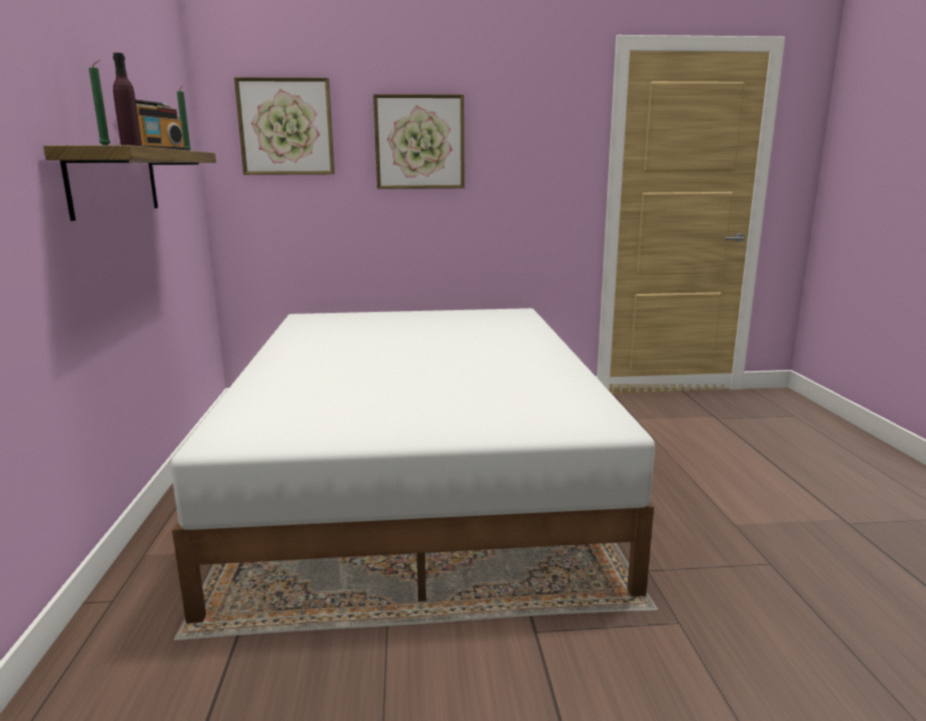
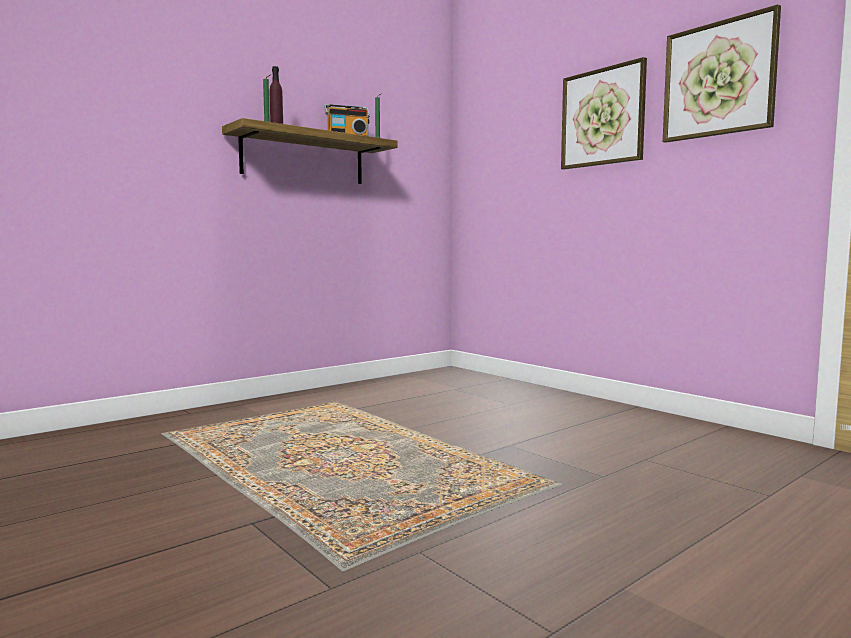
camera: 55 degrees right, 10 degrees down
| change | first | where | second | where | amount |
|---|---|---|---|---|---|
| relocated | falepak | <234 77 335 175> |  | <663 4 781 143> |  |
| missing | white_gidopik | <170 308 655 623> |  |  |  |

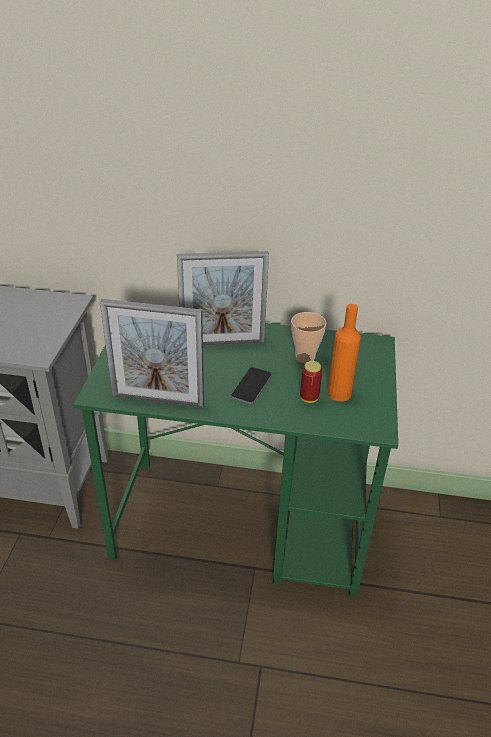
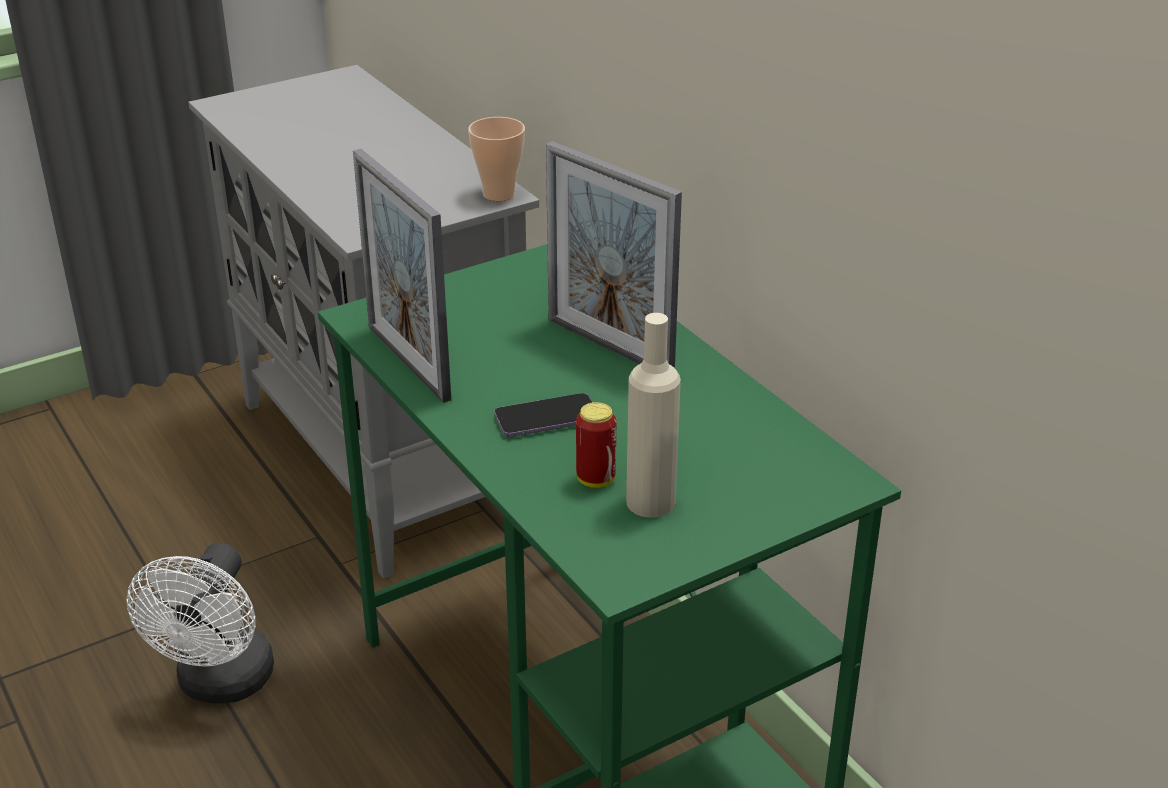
camera: 50 degrees right, 5 degrees down
| change | first | where | second | where | amount |
|---|---|---|---|---|---|
| colour | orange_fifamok | <328 304 361 402> | beige_fifamok | <626 313 681 518> |  |
| relocated | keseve | <291 312 326 363> |  | <468 117 525 201> |  |
| appeared |  |  | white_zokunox | <126 543 274 704> |  |

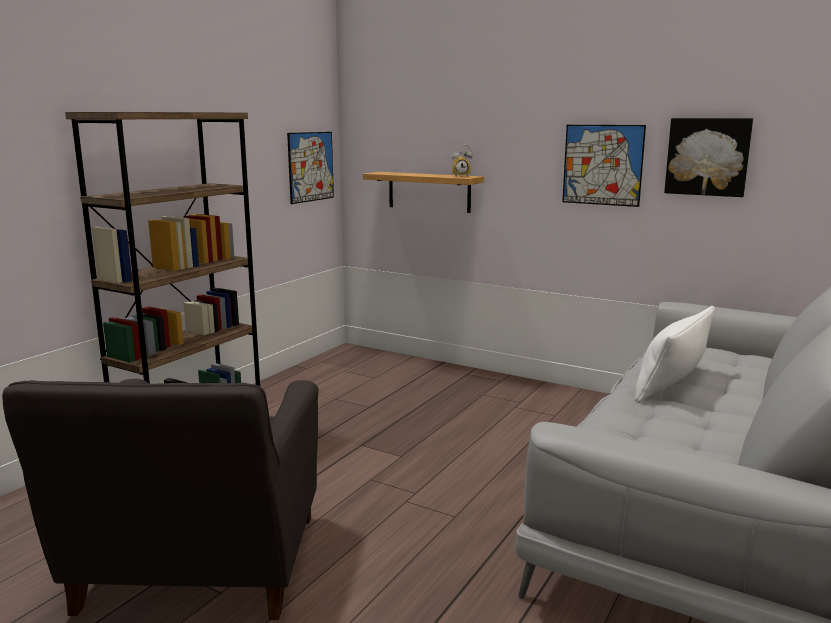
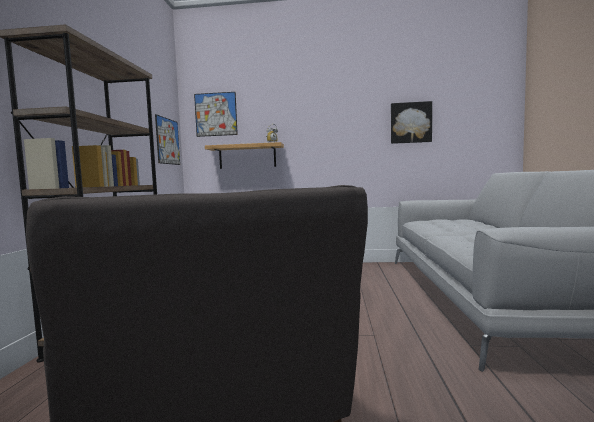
camera: 25 degrees left, 10 degrees down
| change | first | where | second | where | amount |
|---|---|---|---|---|---|
| relocated | falepak | <562 125 646 207> |  | <194 92 238 137> |  |
| missing | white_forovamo | <635 306 715 403> |  |  |  |

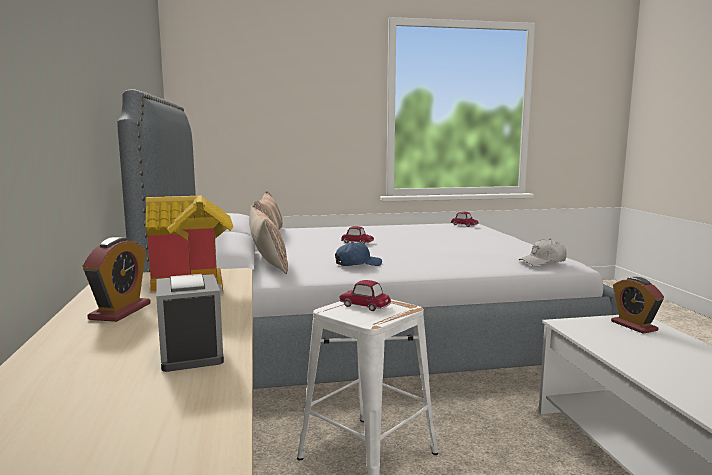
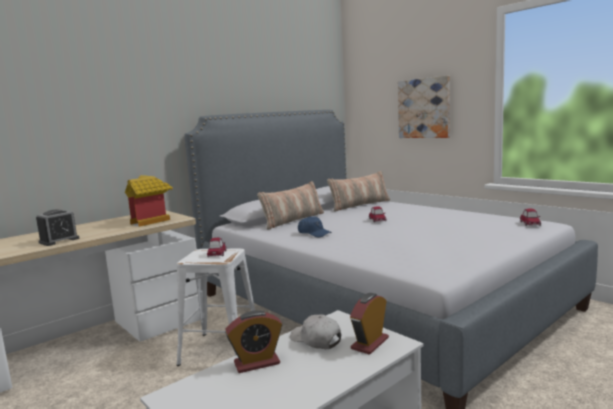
camera: 60 degrees right, 0 degrees up
| change | first | where | second | where | amount |
|---|---|---|---|---|---|
| relocated | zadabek | <83 237 151 322> |  | <225 311 282 373> |  |
| relocated | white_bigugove | <519 239 567 266> |  | <290 314 341 349> |  |
| appeared |  |  | falepak | <398 76 450 138> |  |

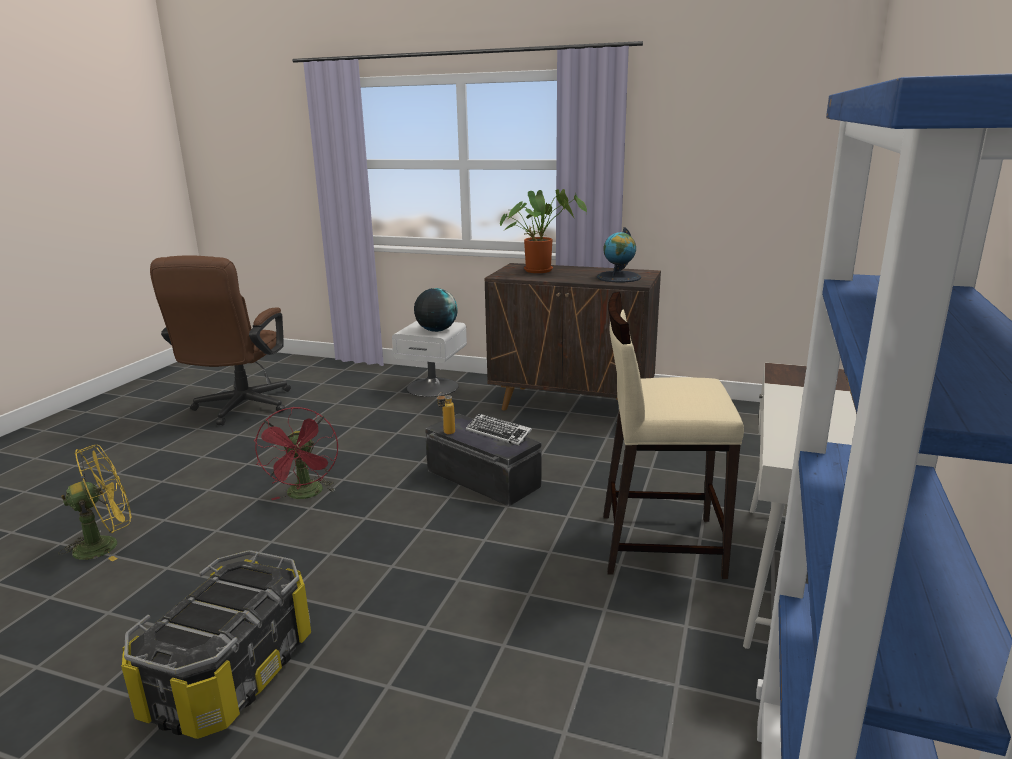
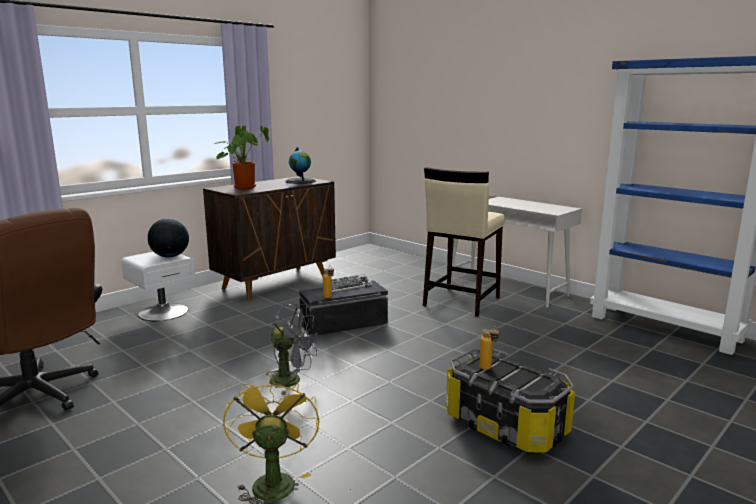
camera: 65 degrees left, 5 degrees down
| change | first | where | second | where | amount |
|---|---|---|---|---|---|
| colour | red_zokunox | <253 407 338 500> | grey_zokunox | <266 303 319 395> |  |
| appeared |  |  | fifamok | <479 326 500 370> |  |

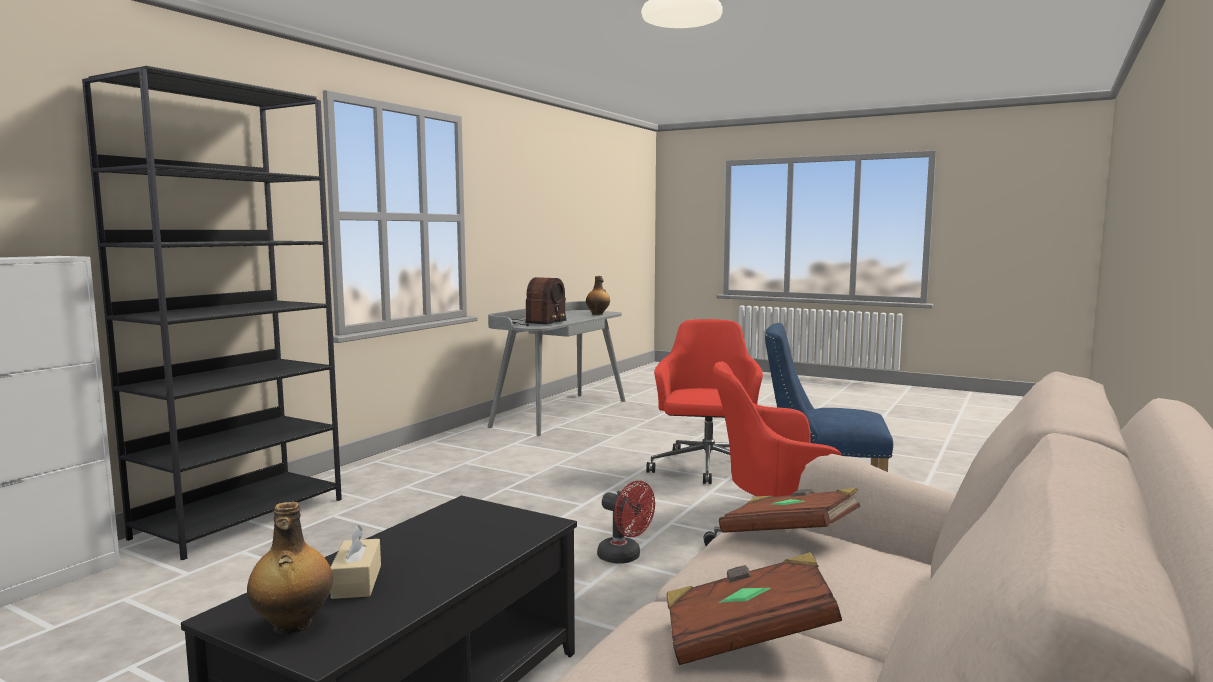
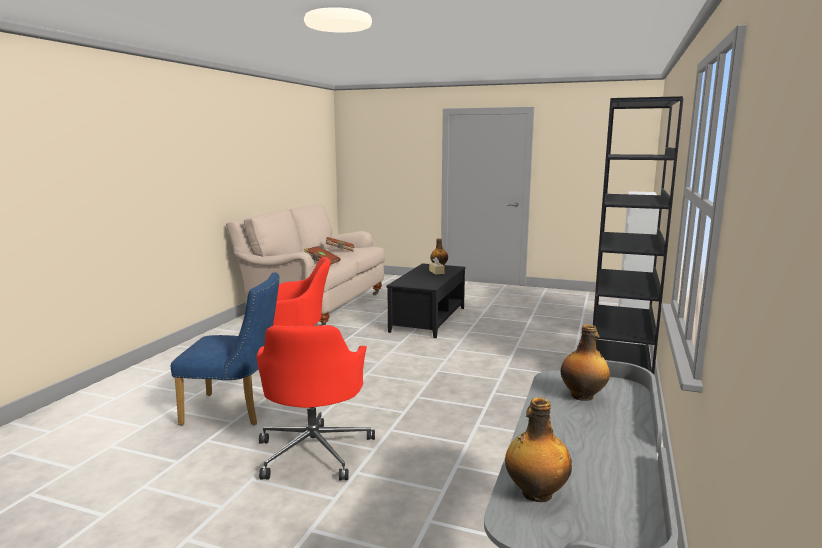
camera: 170 degrees right, 5 degrees up
| change | first | where | second | where | amount |
|---|---|---|---|---|---|
| exchanged | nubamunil | <512 277 567 326> | fifamok | <561 324 610 401> |  |
| missing | red_zokunox | <597 481 655 564> |  |  |  |

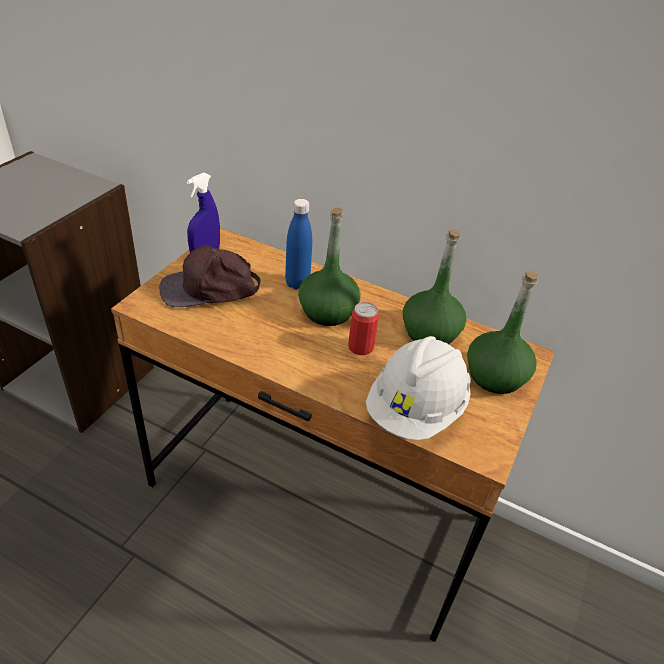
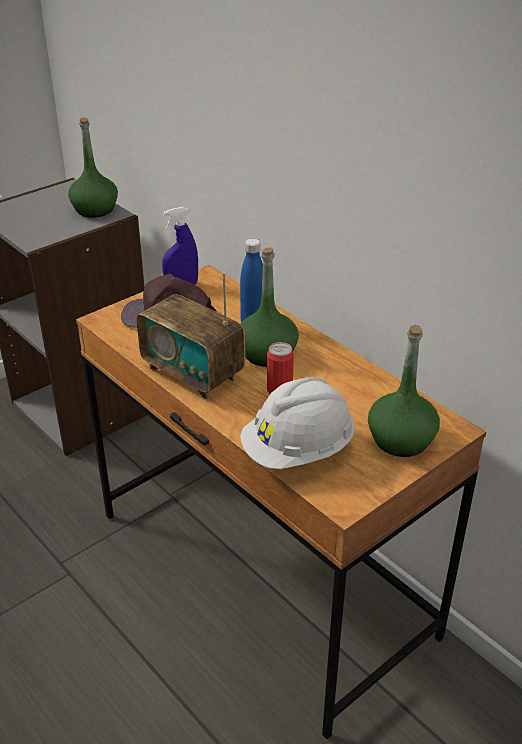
camera: 25 degrees right, 5 degrees down
| change | first | where | second | where | amount |
|---|---|---|---|---|---|
| relocated | green_fifamok | <403 229 466 344> |  | <68 117 118 218> |  |
| appeared |  |  | nubamunil | <137 272 246 400> |  |

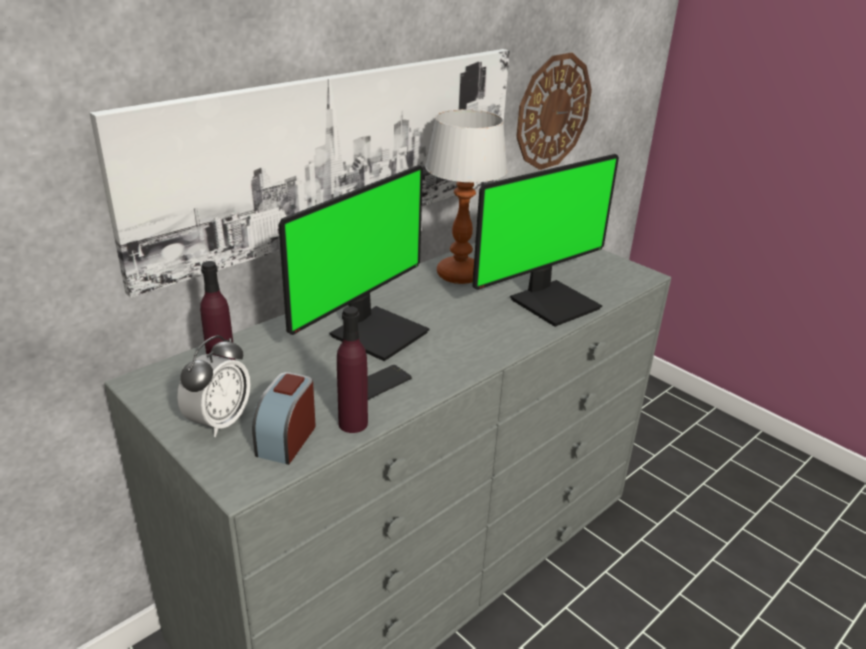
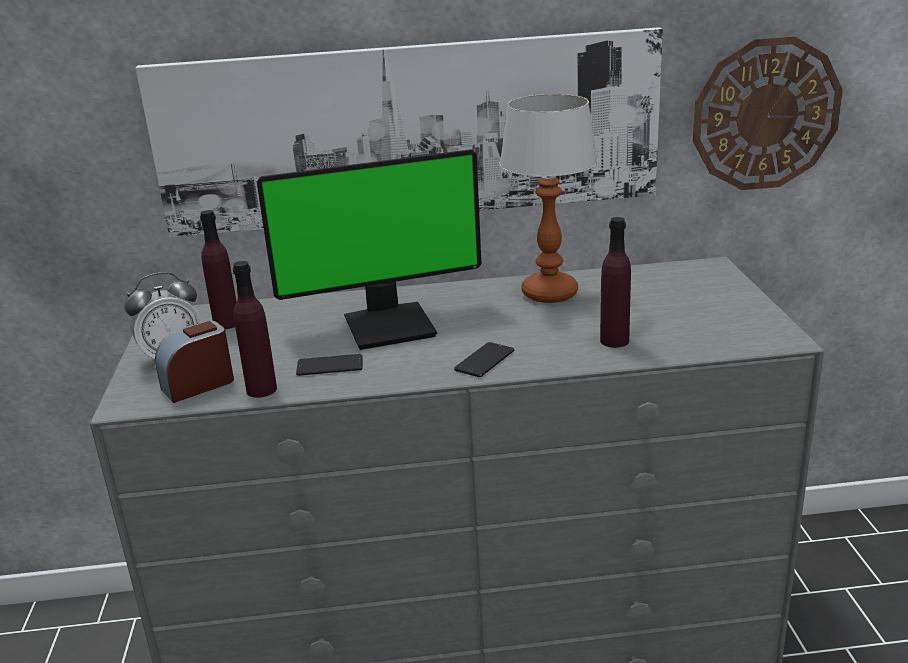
camera: 40 degrees right, 5 degrees down
| change | first | where | second | where | amount |
|---|---|---|---|---|---|
| exchanged | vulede | <472 154 619 327> | purple_fifamok | <600 217 631 348> |  |
| appeared |  |  | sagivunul | <454 342 514 377> |  |

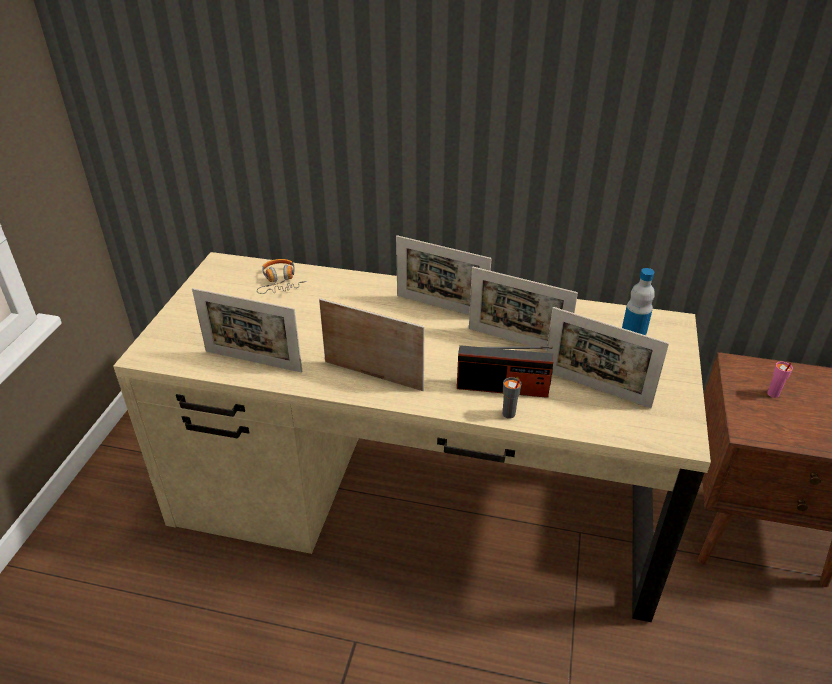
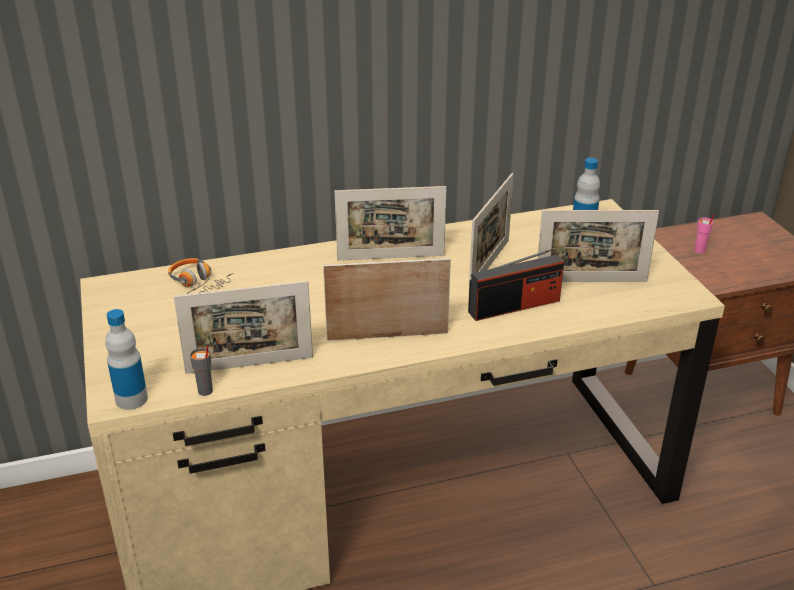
camera: 30 degrees left, 5 degrees down
| change | first | where | second | where | amount |
|---|---|---|---|---|---|
| spun | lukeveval | <469 267 578 350> |  | <469 173 514 285> | 60 degrees counterclockwise |
| relocated | grey_keseve | <503 377 521 419> |  | <190 345 213 396> |  |
| appeared |  |  | fifamok | <105 309 148 410> |  |

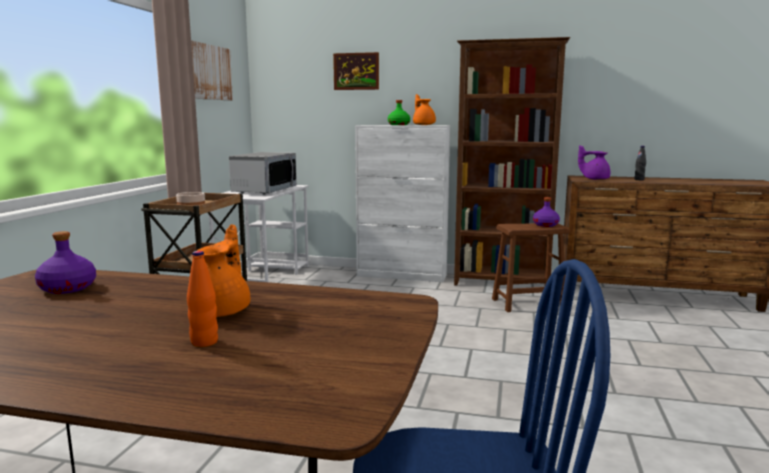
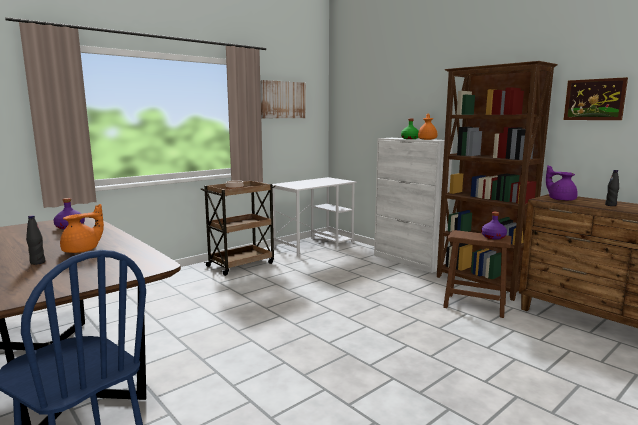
camera: 35 degrees right, 0 degrees up
| change | first | where | second | where | amount |
|---|---|---|---|---|---|
| relocated | falepak | <333 52 379 90> |  | <564 77 628 120> |  |
| missing | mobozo | <229 152 297 194> |  |  |  |
| colour | orange_fifamok | <187 251 218 347> | black_fifamok | <26 215 45 265> |  |

